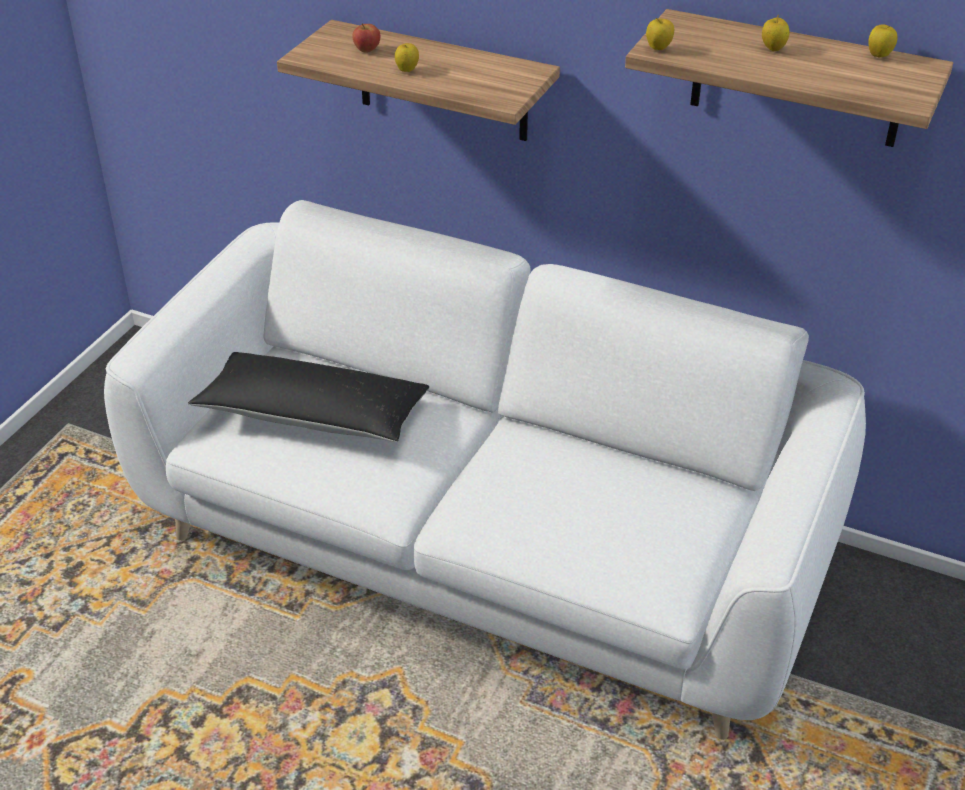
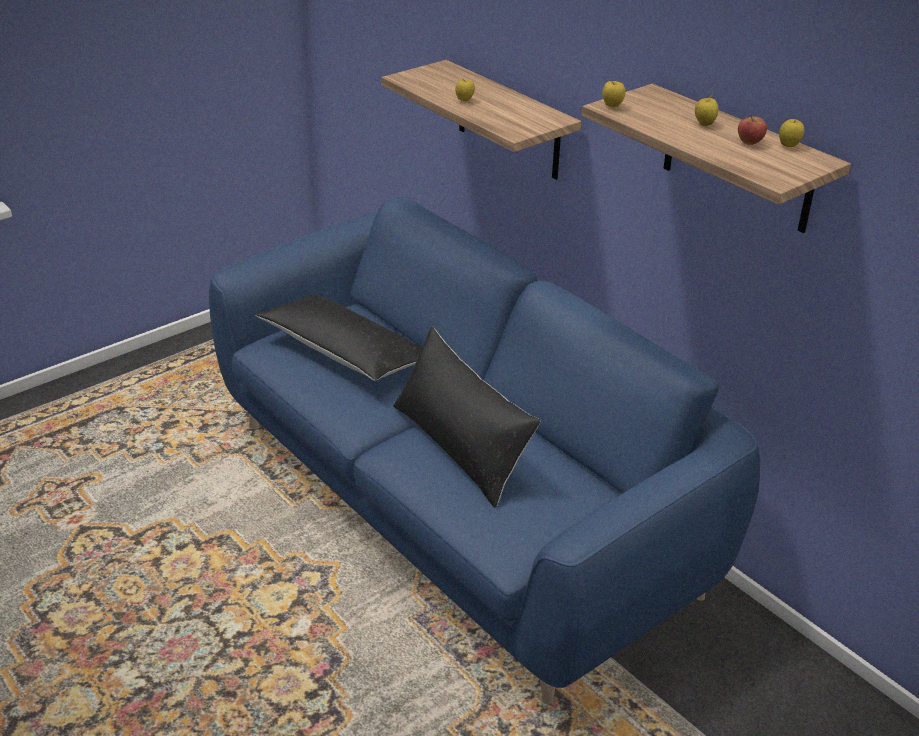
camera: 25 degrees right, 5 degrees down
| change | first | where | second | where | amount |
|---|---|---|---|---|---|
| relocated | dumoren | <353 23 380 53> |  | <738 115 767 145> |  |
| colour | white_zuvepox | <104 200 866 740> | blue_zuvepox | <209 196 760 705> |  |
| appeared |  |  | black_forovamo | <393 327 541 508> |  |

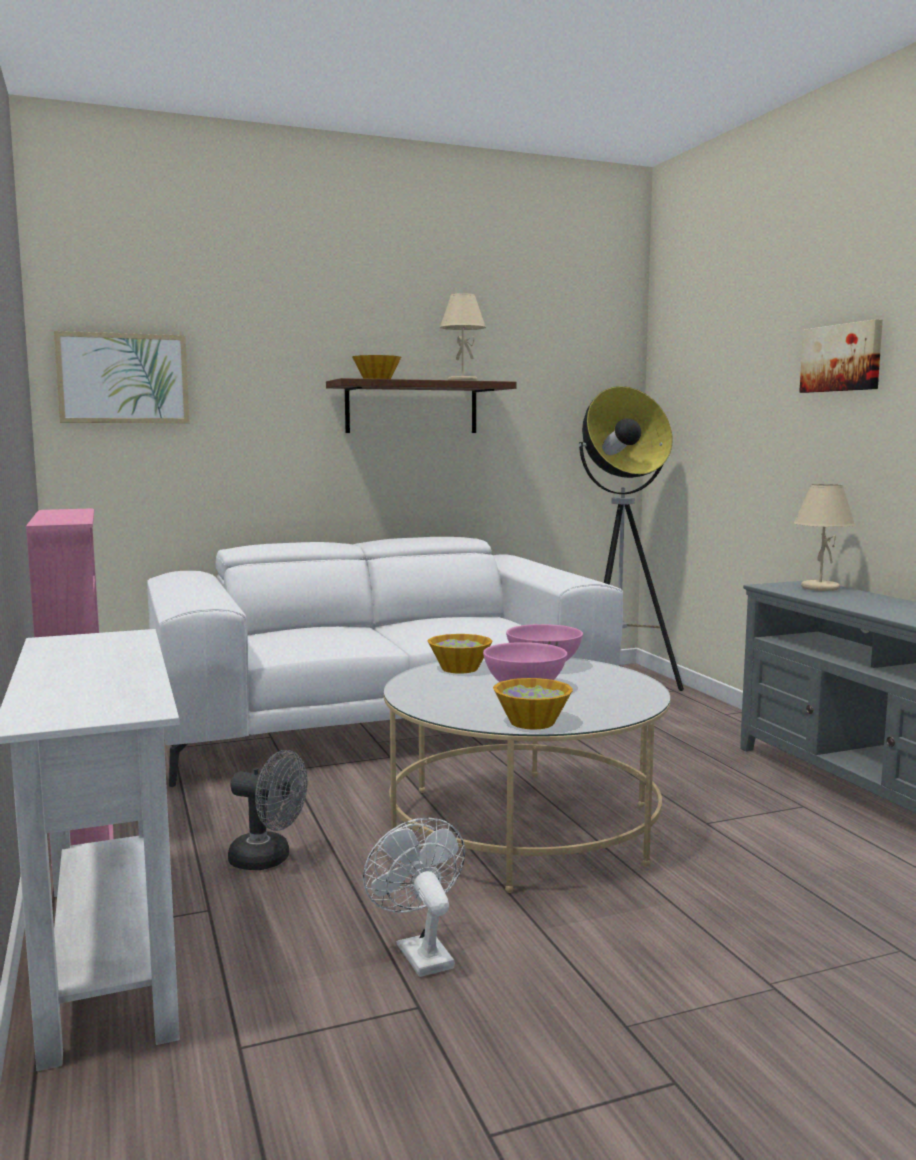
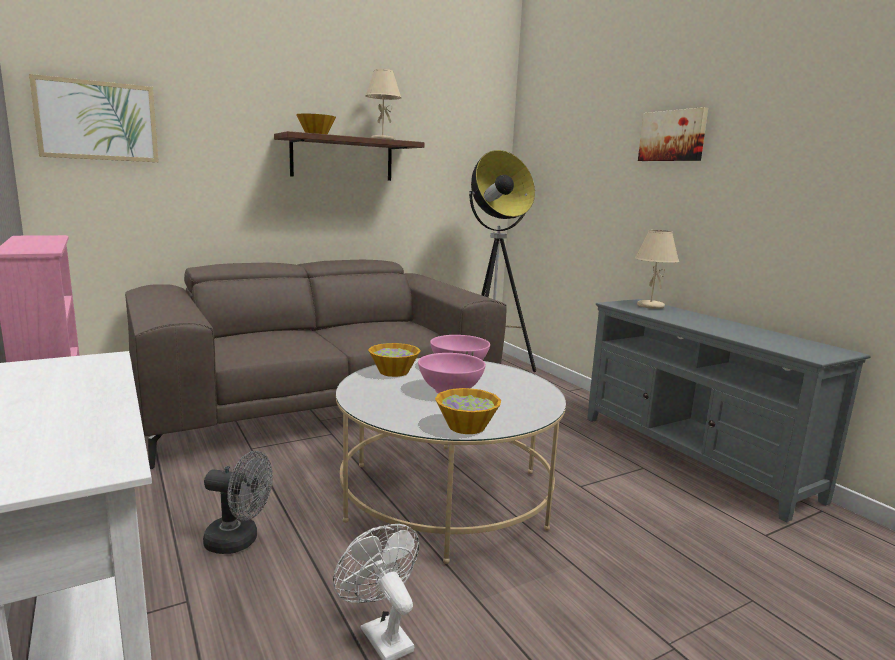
camera: 10 degrees left, 5 degrees up
| change | first | where | second | where | amount |
|---|---|---|---|---|---|
| colour | white_zuvepox | <147 537 623 787> | brown_zuvepox | <125 260 507 469> |  |

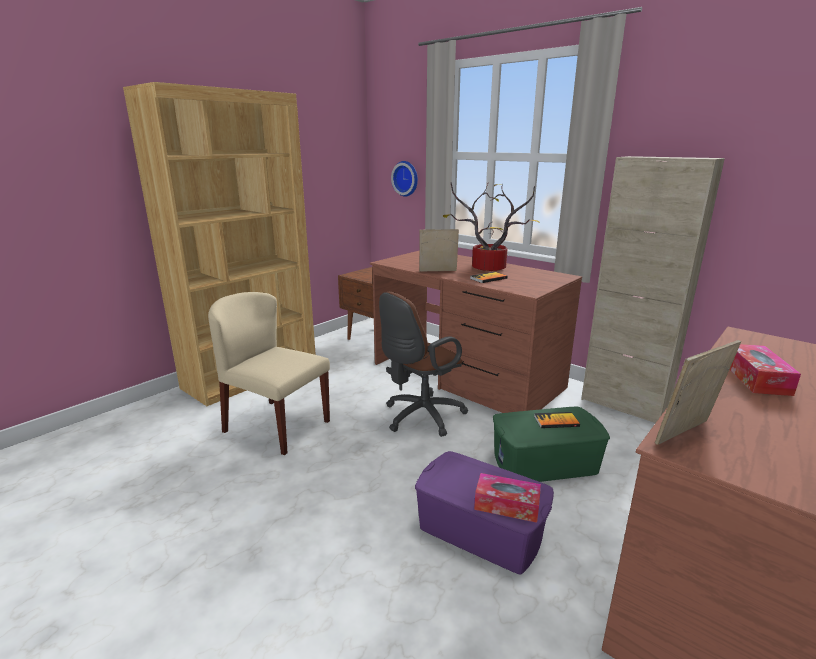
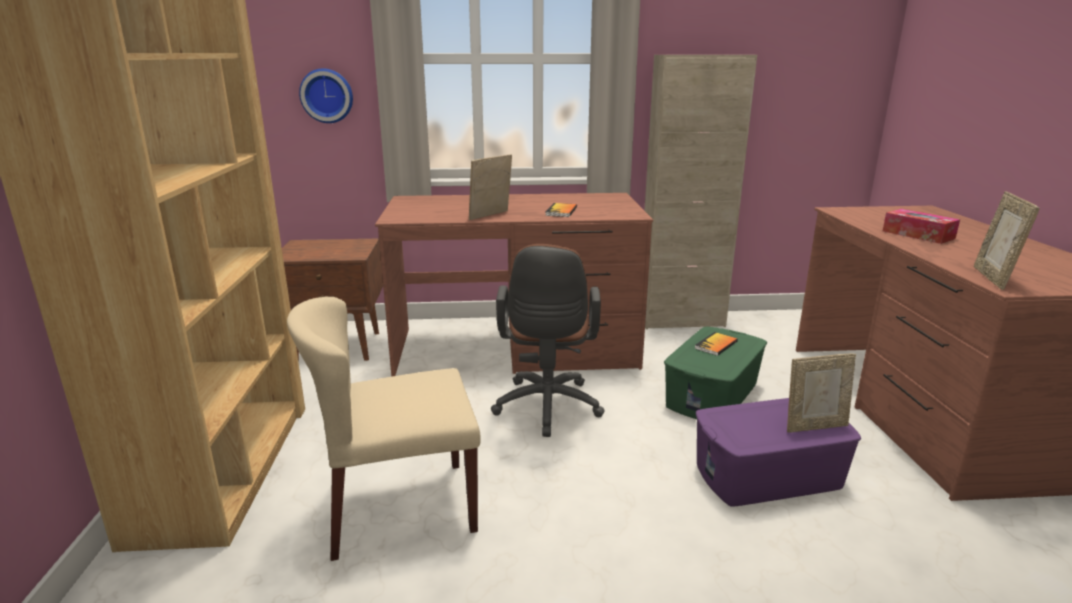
camera: 45 degrees left, 0 degrees up
| change | first | where | second | where | amount |
|---|---|---|---|---|---|
| missing | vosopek | <443 183 540 271> |  |  |  |
| exchanged | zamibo | <474 473 541 523> | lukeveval | <787 353 856 433> |  |

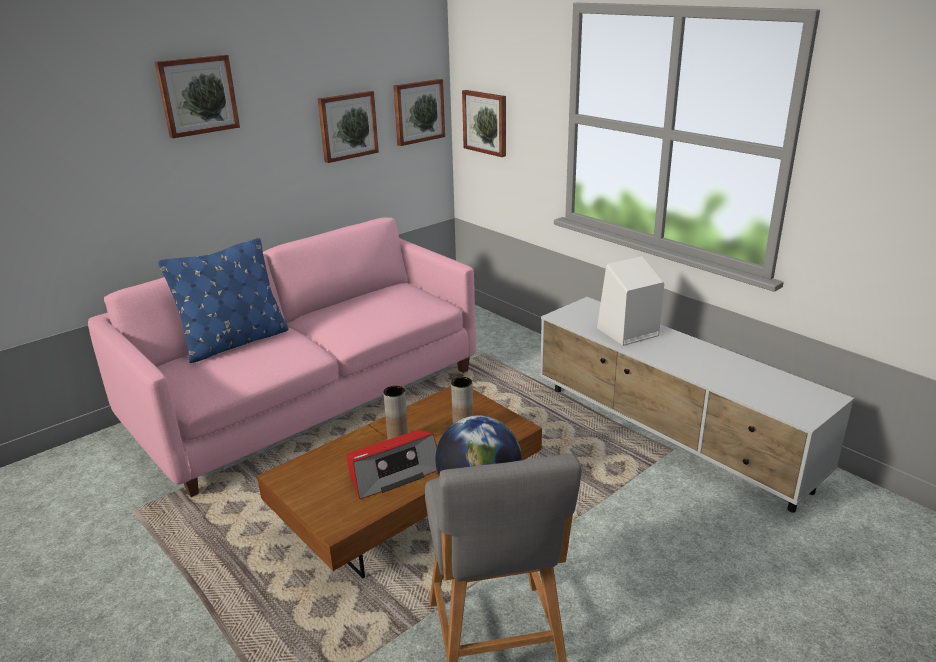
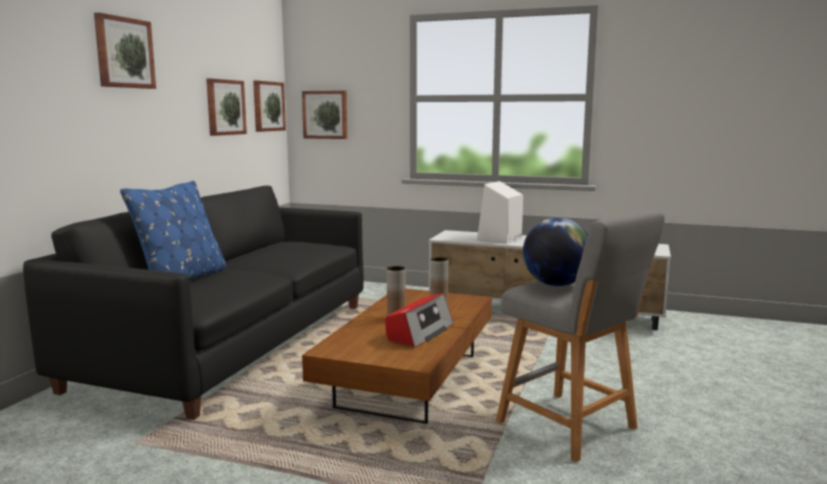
camera: 30 degrees left, 15 degrees down
| change | first | where | second | where | amount |
|---|---|---|---|---|---|
| colour | pink_zuvepox | <88 217 476 497> | black_zuvepox | <23 186 364 420> |  |

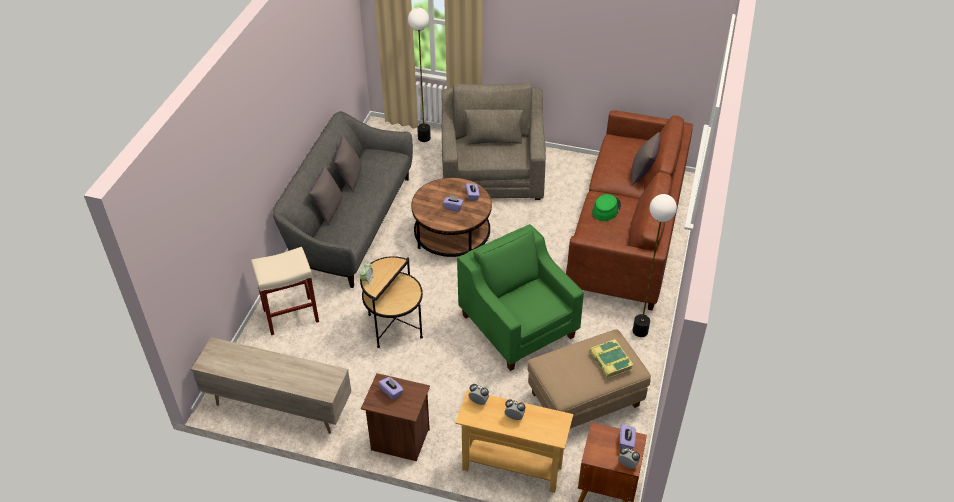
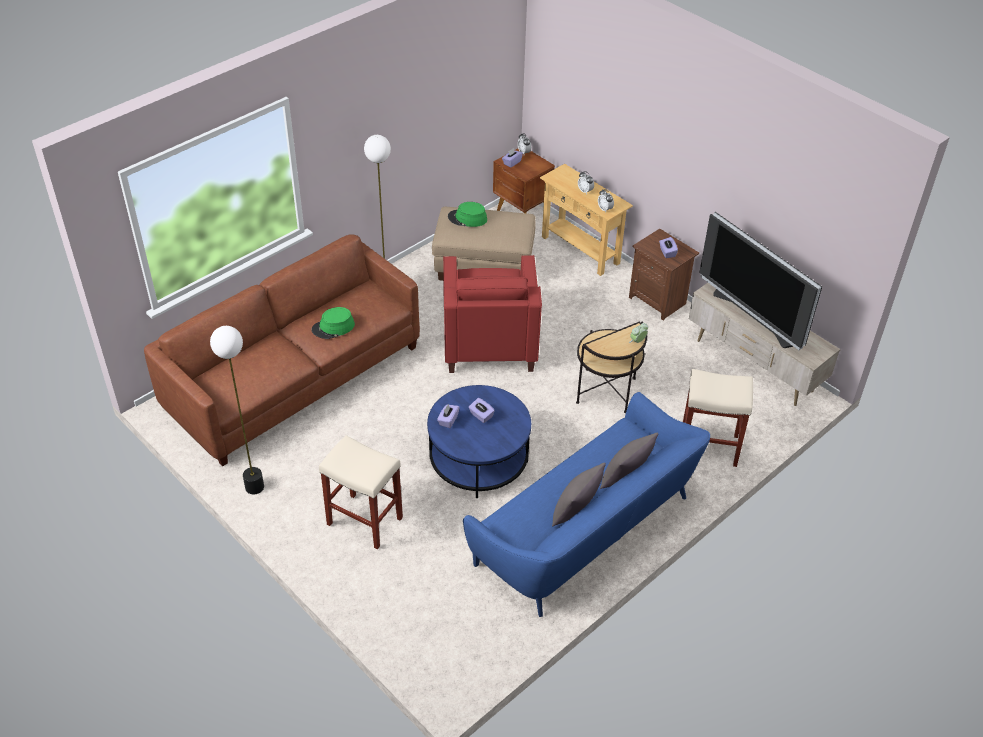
camera: 150 degrees left, 0 degrees up
| change | first | where | second | where | amount |
|---|---|---|---|---|---|
| relocated | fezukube | <408 8 431 142> |  | <210 326 264 494> |  |
| exchanged | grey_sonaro | <442 82 546 200> | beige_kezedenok | <319 435 403 549> |  |
| colour | grey_zuvepox | <273 111 413 288> | blue_zuvepox | <463 392 710 617> |  |
| missing | grey_forovamo | <631 132 660 185> |  |  |  |
| colour | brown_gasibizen | <411 178 492 257> | blue_gasibizen | <427 385 531 498> |  |
| colour | green_sonaro | <457 224 584 371> | red_sonaro | <443 255 542 373> |  |
| exchanged | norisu | <589 339 633 379> | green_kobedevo | <448 202 487 227> |  |
| appeared |  |  | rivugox | <699 212 822 350> |  |

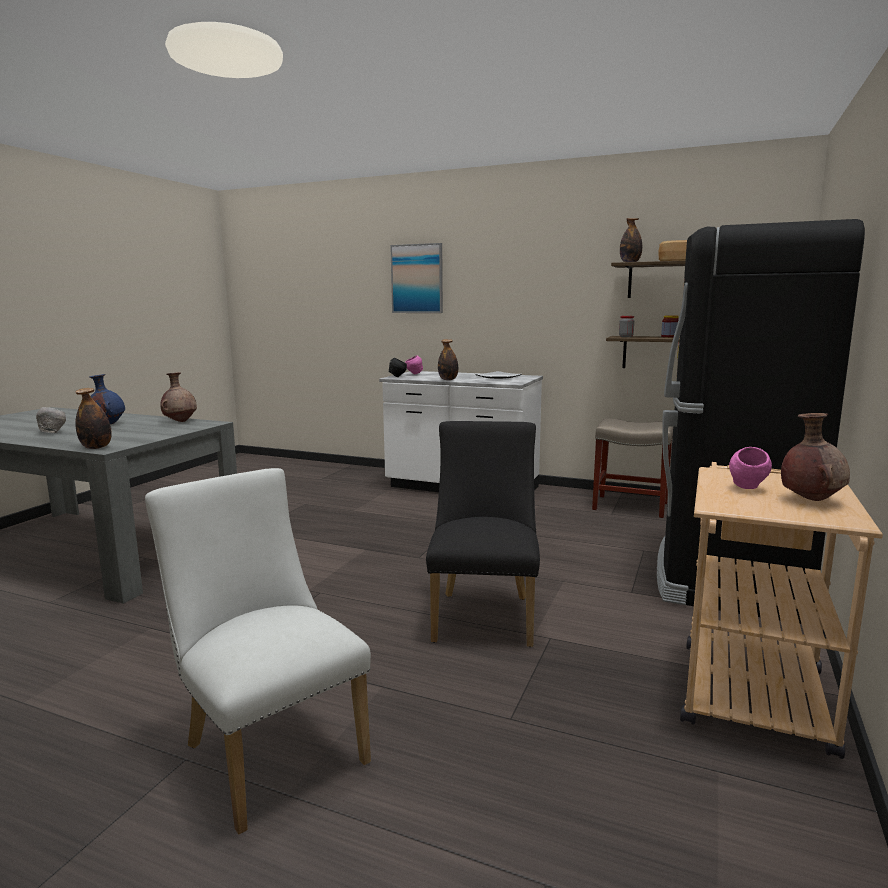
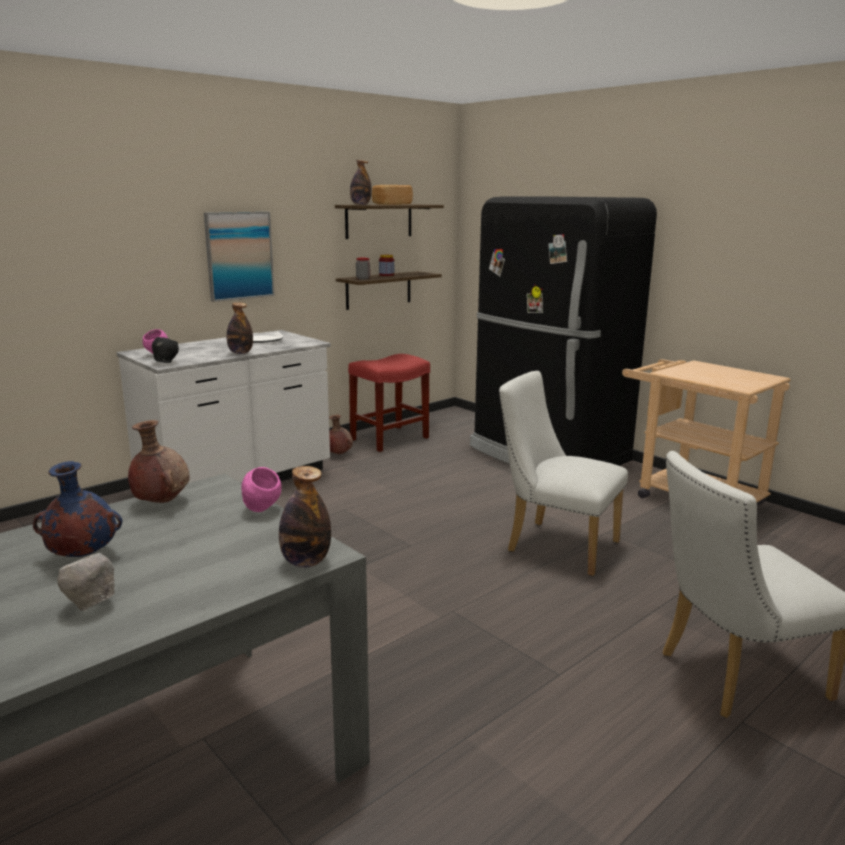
camera: 65 degrees left, 5 degrees up
| change | first | where | second | where | amount |
|---|---|---|---|---|---|
| relocated | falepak | <390 243 443 313> |  | <204 212 275 302> |  |
| relocated | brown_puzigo | <781 413 850 501> |  | <329 415 353 454> |  |
| colour | beige_kezedenok | <592 418 673 518> | red_kezedenok | <348 354 430 452> |  |
| colour | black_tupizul | <426 421 540 647> | white_tupizul | <499 371 628 576> |  |
| relocated | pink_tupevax | <729 447 772 489> |  | <241 467 282 512> |  |

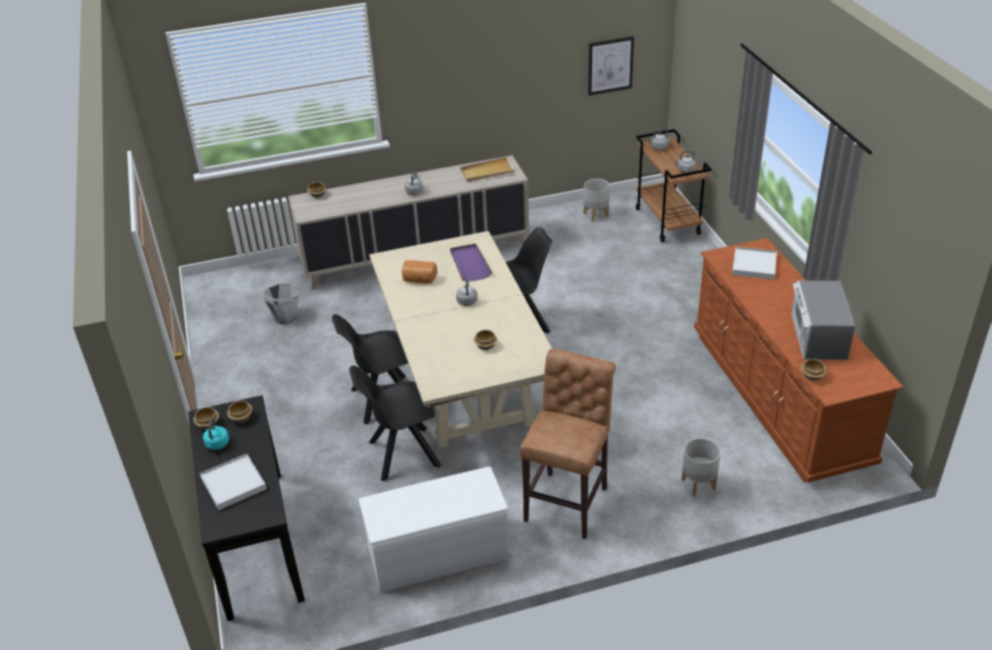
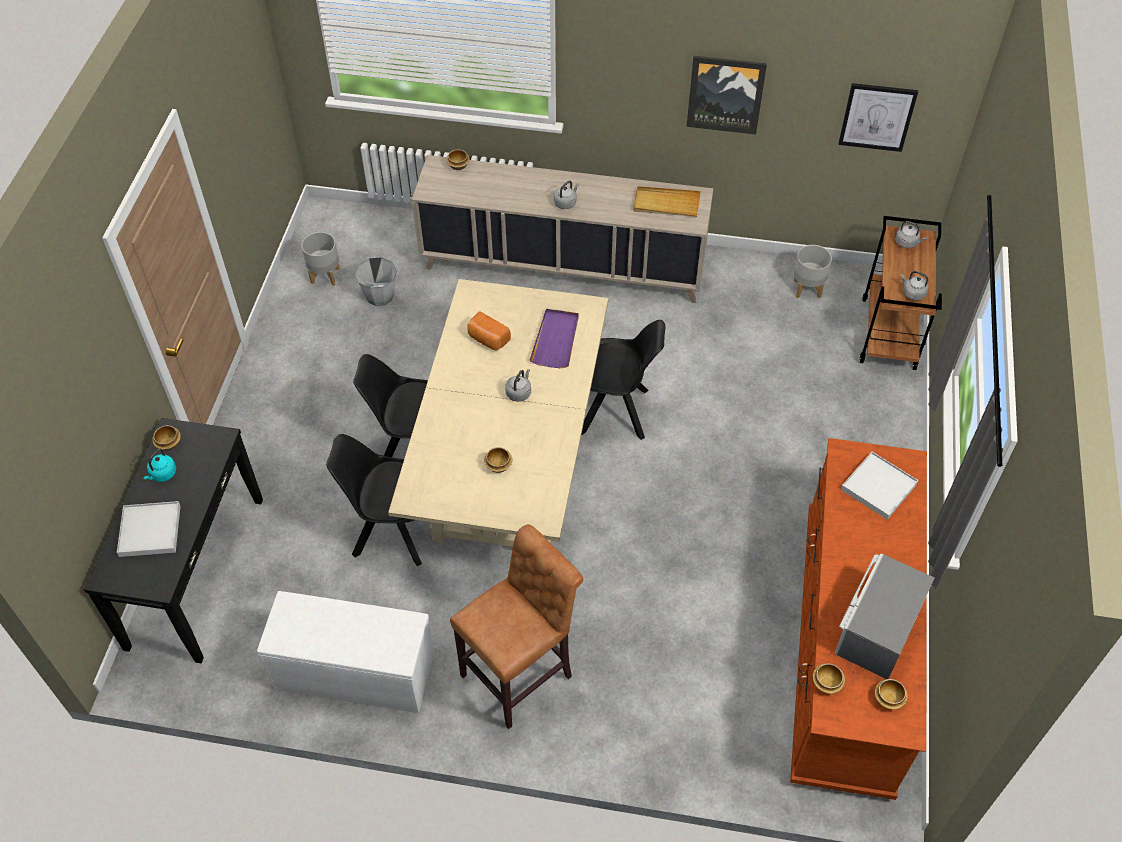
camera: 25 degrees right, 15 degrees up
| change | first | where | second | where | amount |
|---|---|---|---|---|---|
| relocated | tupevax | <227 401 253 423> |  | <875 679 908 709> |  |
| relocated | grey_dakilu | <681 438 721 497> |  | <301 232 340 286> |  |
| appeared |  |  | falepak | <687 56 767 135> |  |

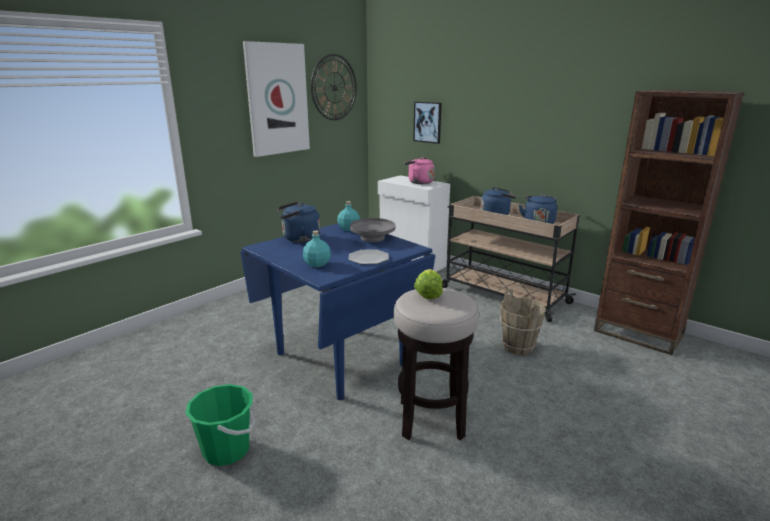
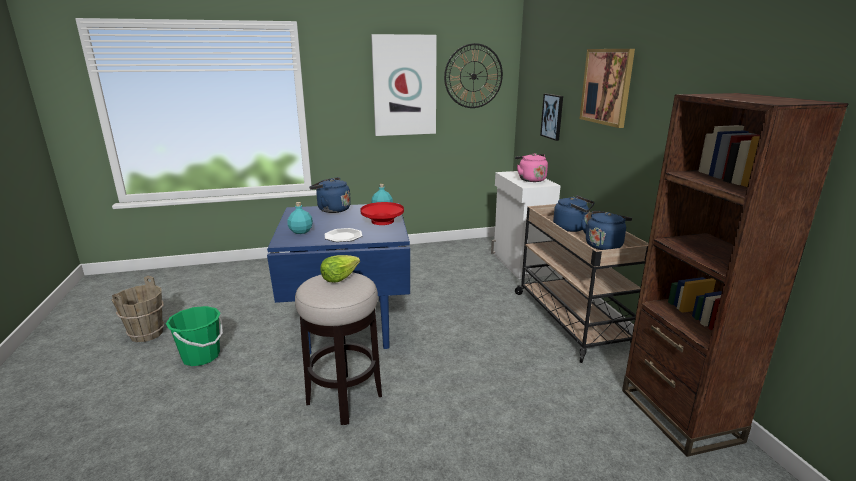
camera: 35 degrees right, 0 degrees up
| change | first | where | second | where | amount |
|---|---|---|---|---|---|
| colour | grey_tupevax | <350 218 396 242> | red_tupevax | <360 202 404 225> |  |
| relocated | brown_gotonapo | <500 289 546 355> |  | <112 276 164 342> |  |
| appeared |  |  | falepak | <580 49 635 128> |  |

